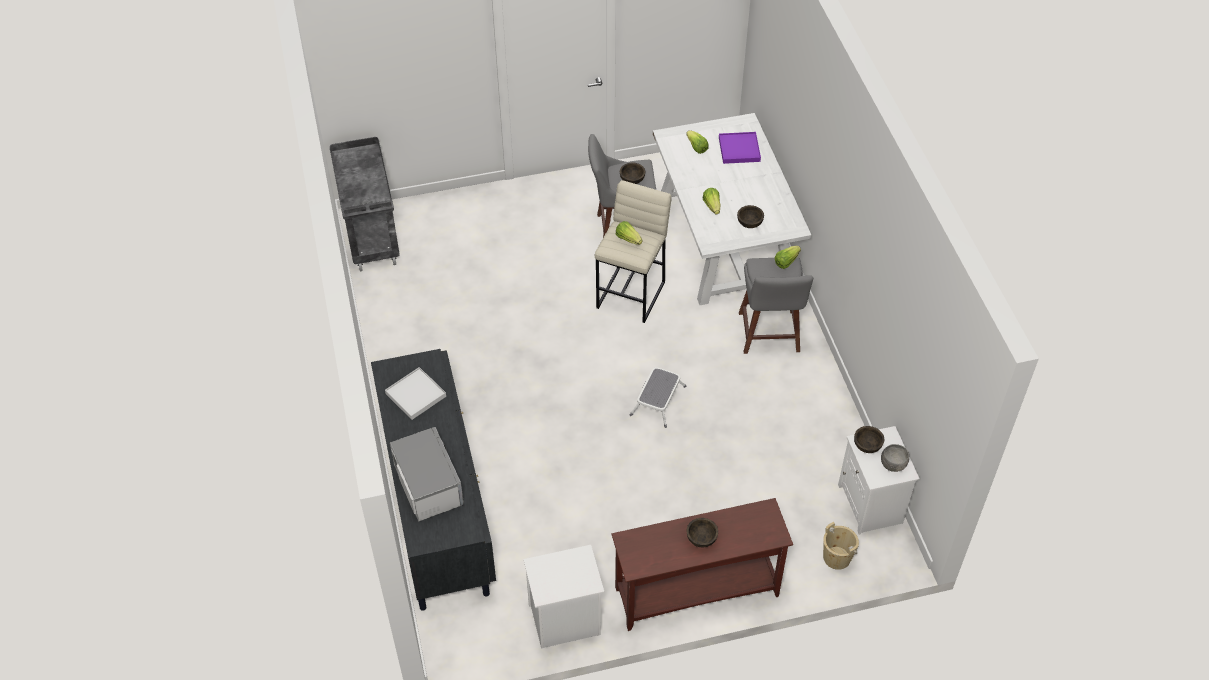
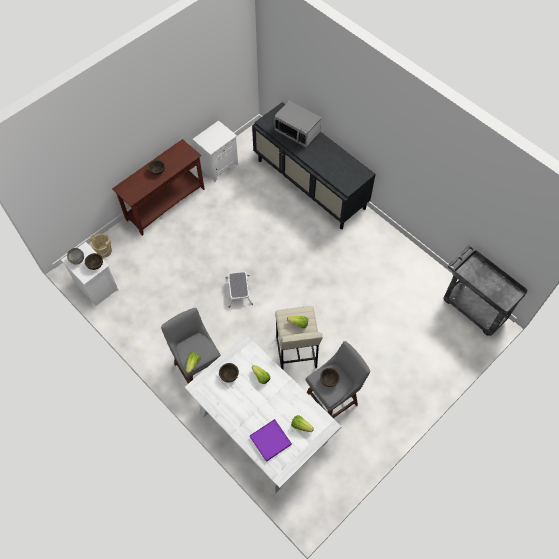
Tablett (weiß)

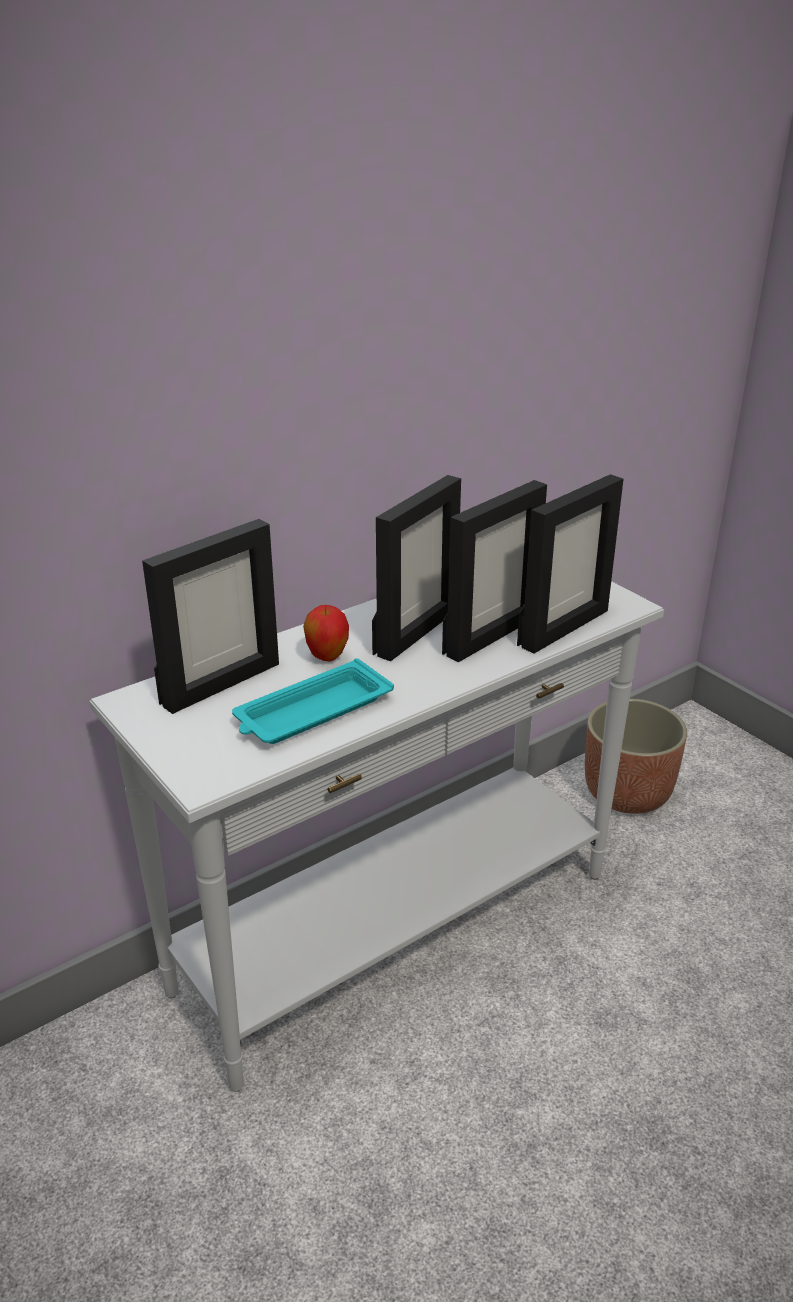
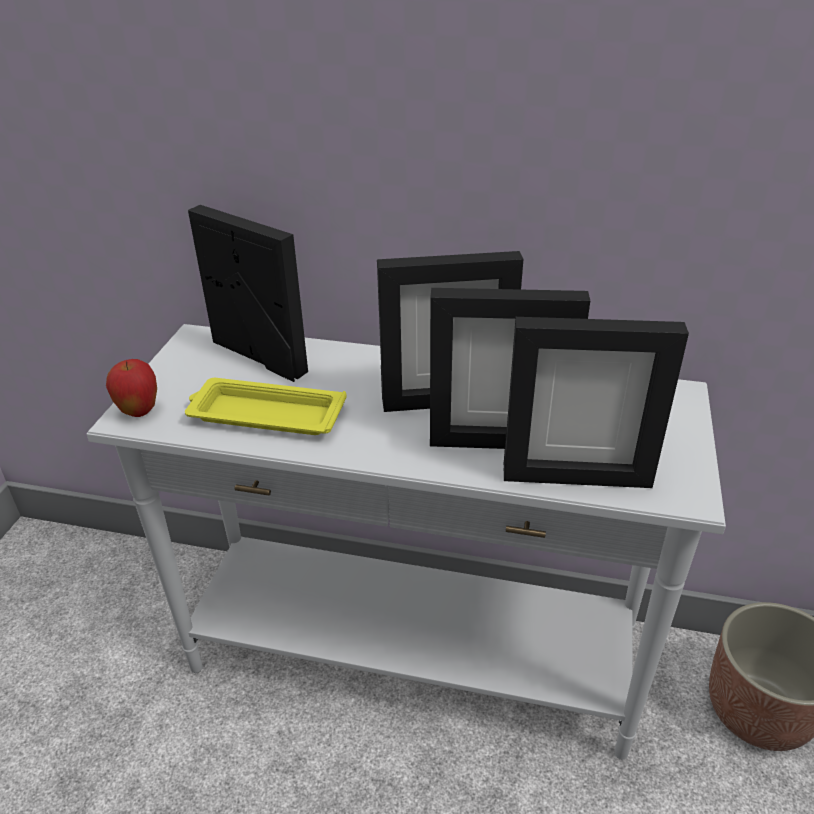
Bilderrahmen (no. 1 from left); Tablett (gelb); Apfel

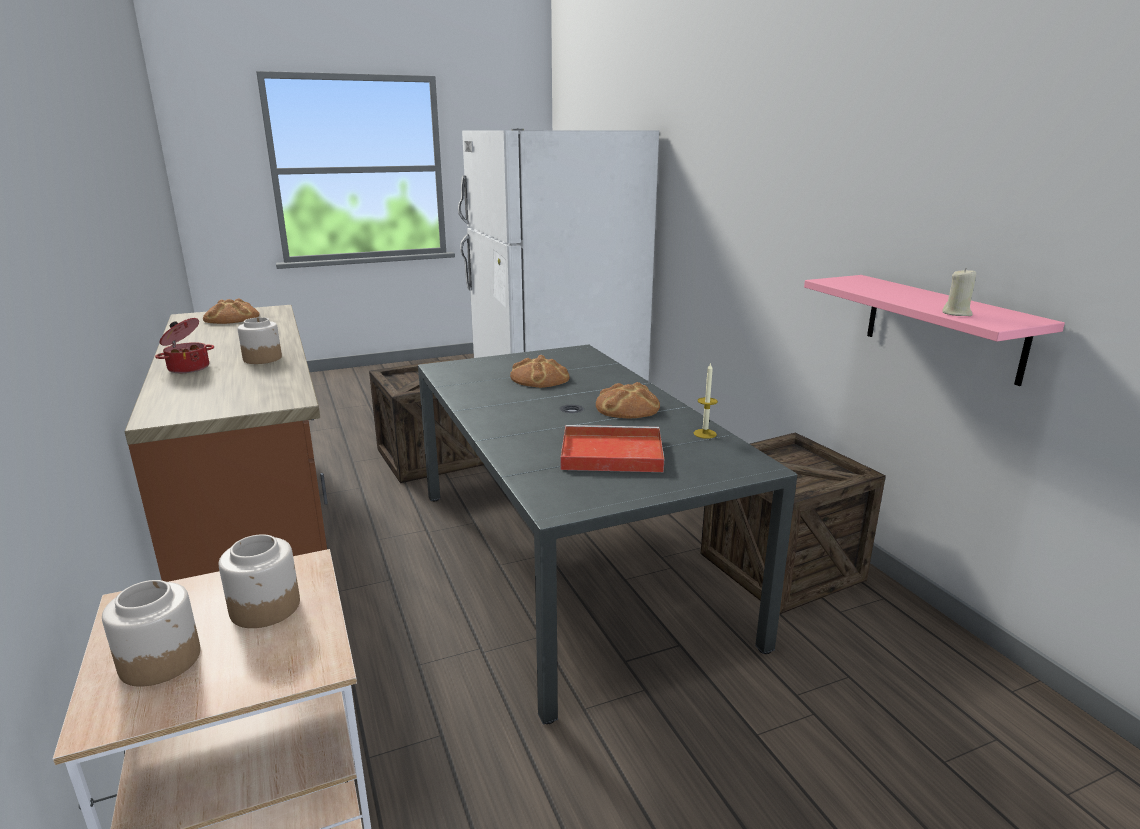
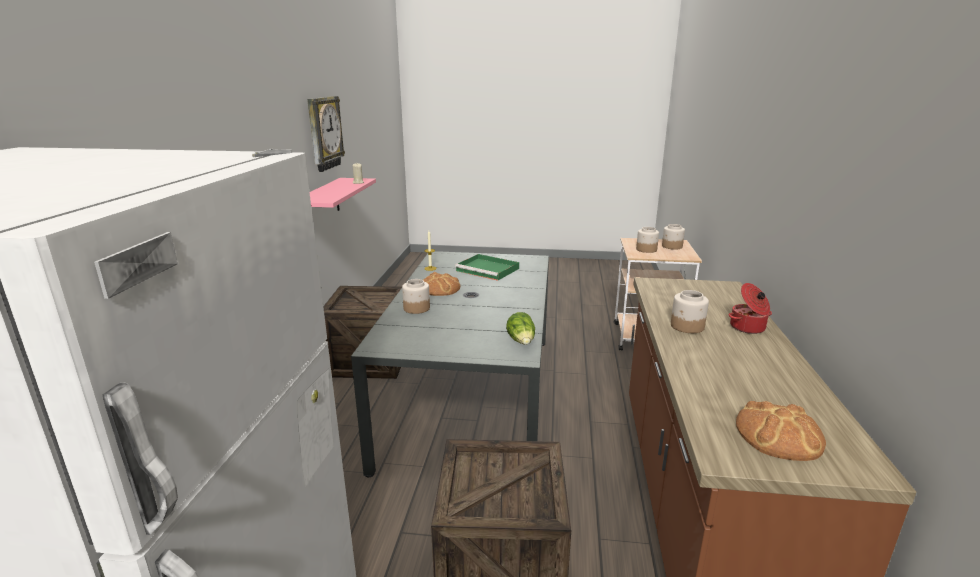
Brot (no. 2 from left in the first image); Tablett (grün); Wanduhr; Vorratsglas (no. 1 from left); Salatkopf

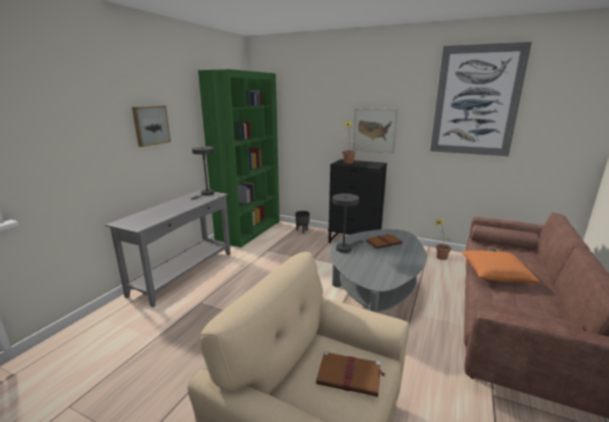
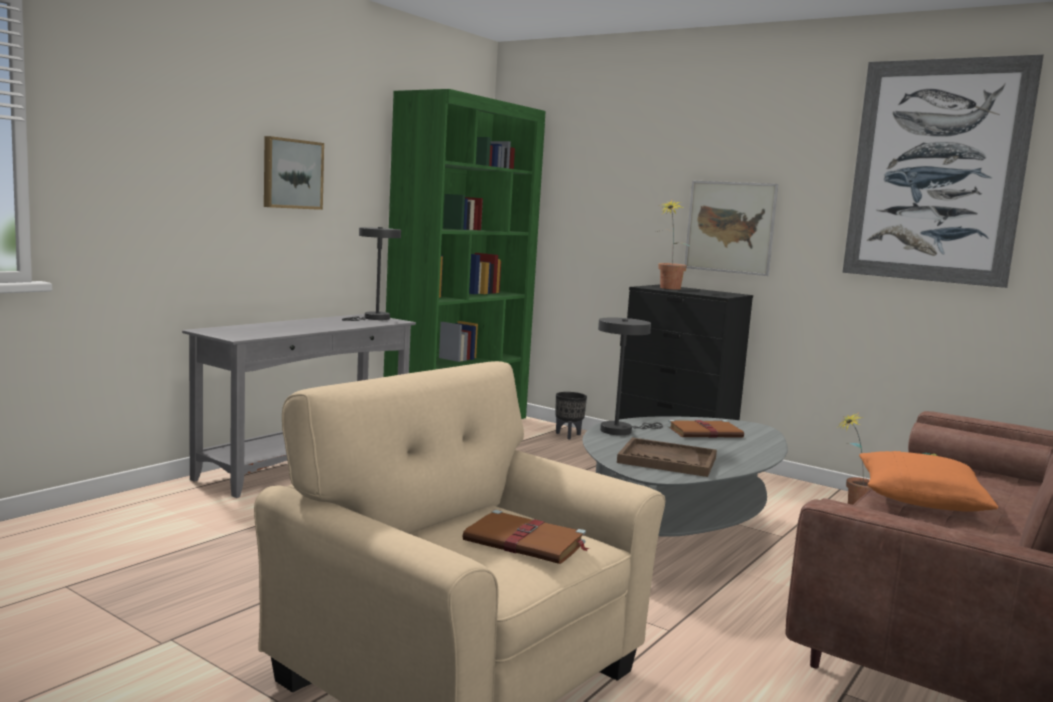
Tablett (braun)

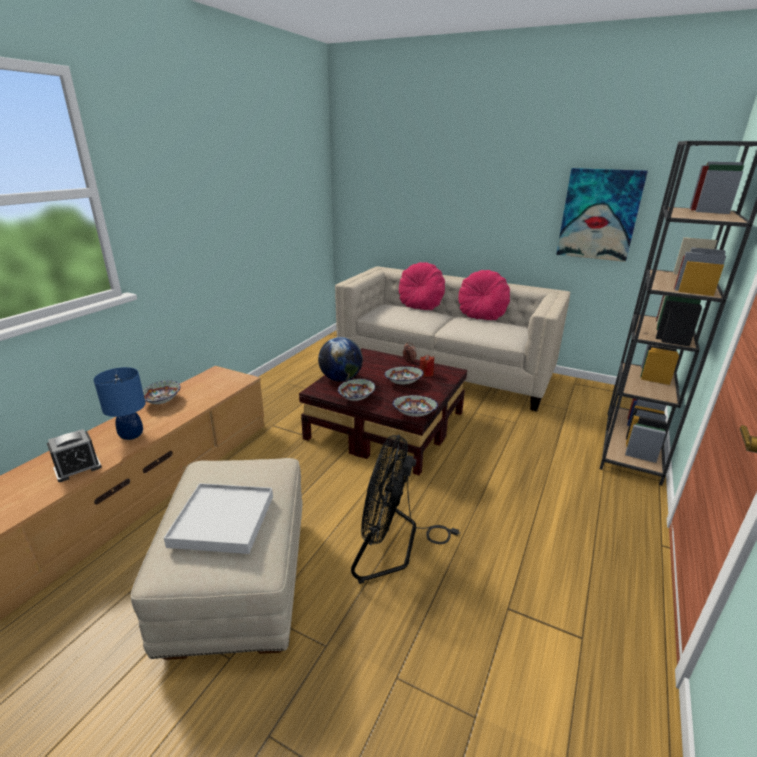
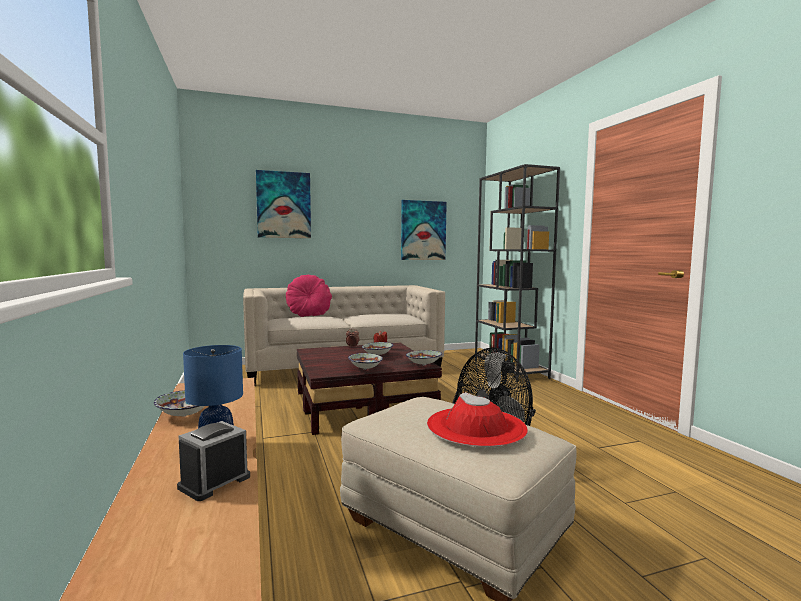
Wecker (no. 1 from left); Hut (rot); Globus; Kissen (rosa) (no. 2 from left in the first image); Bild (no. 1 from left)

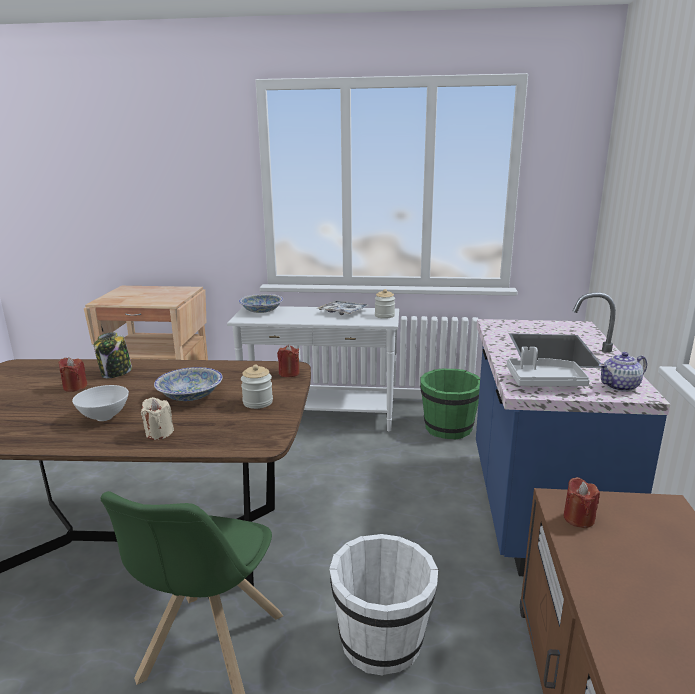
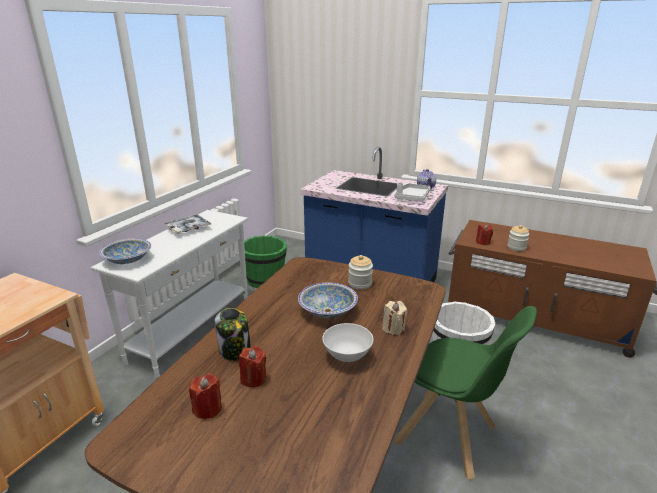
Kerze (rot) (no. 1 from left); Vorratsglas (no. 3 from left)

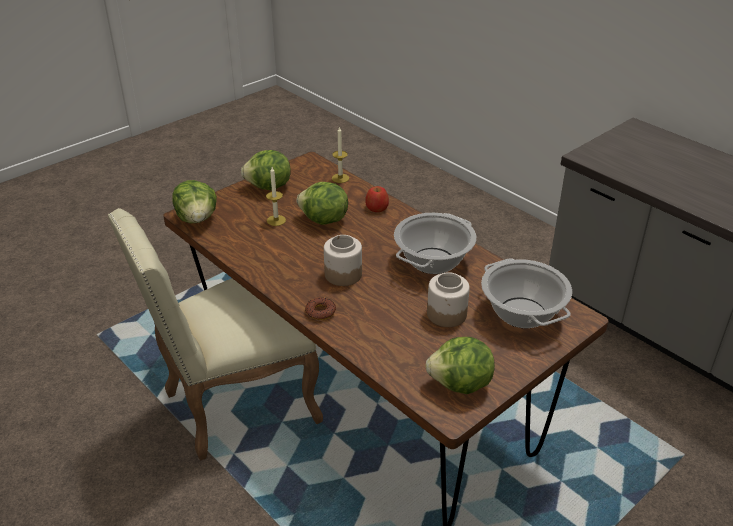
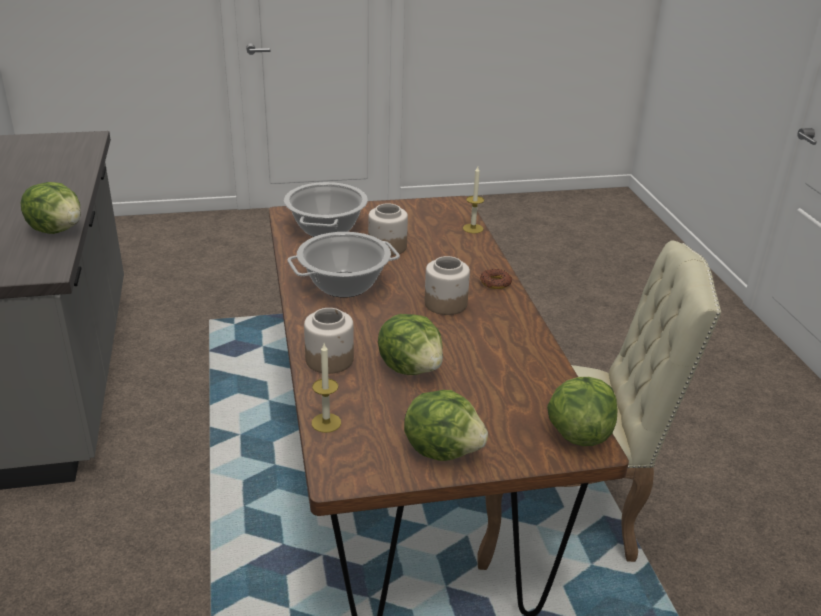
Kerze (no. 2 from left); Vorratsglas (no. 1 from left); Salatkopf (no. 1 from left)

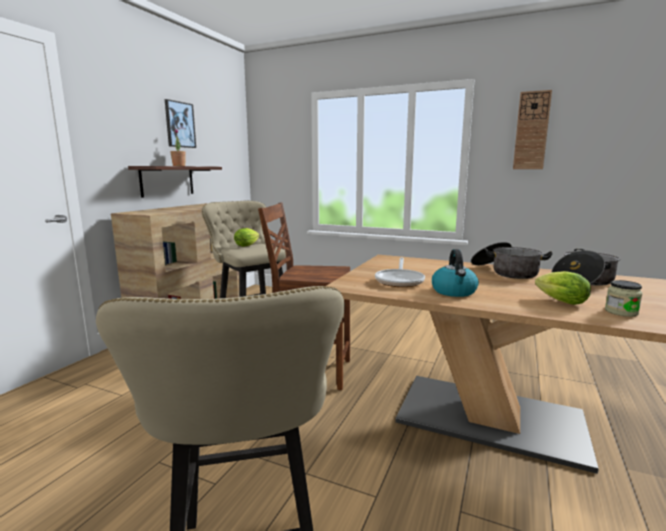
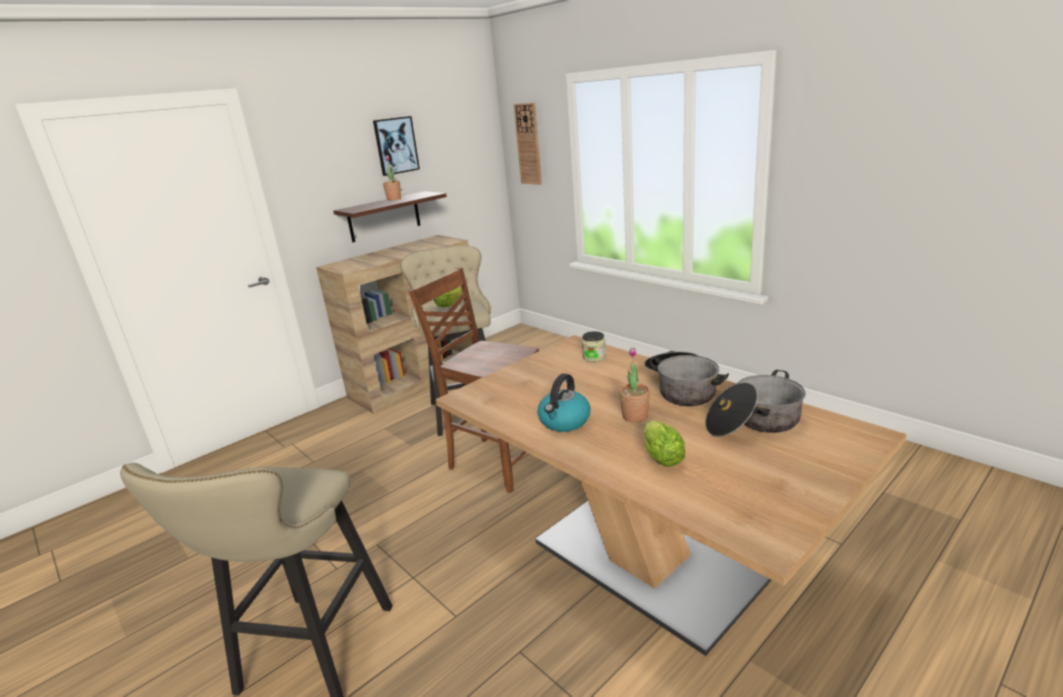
Pfanne; Wanduhr; Vorratsglas; Topfpflanze (no. 2 from left)

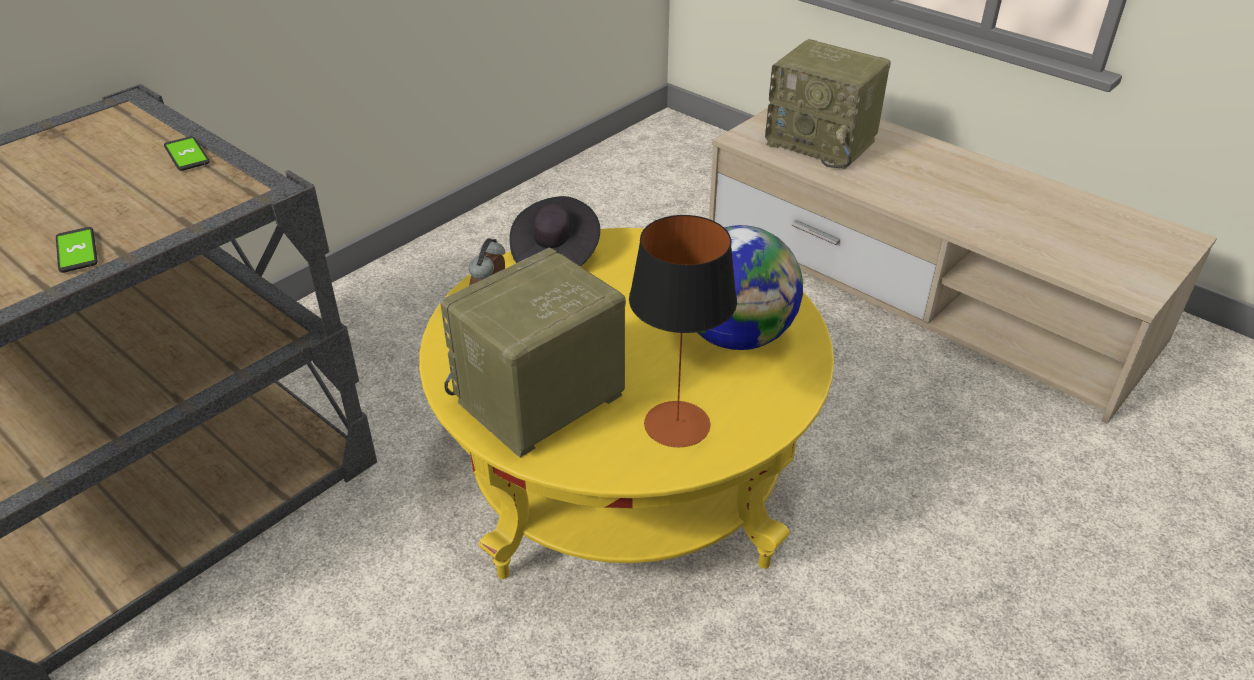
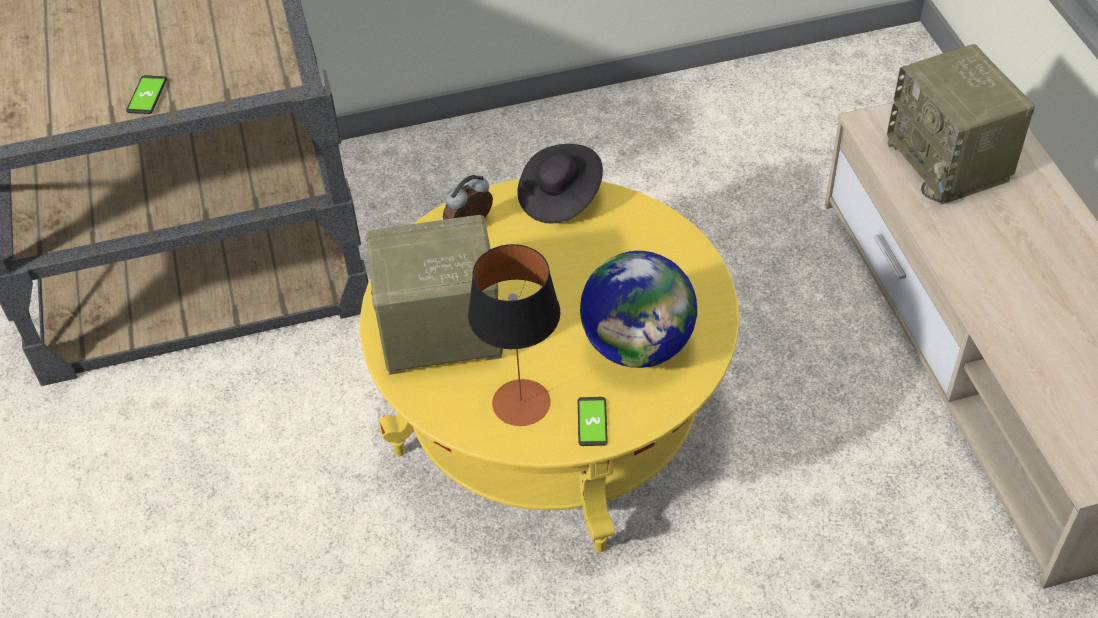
Handy (no. 2 from left)

